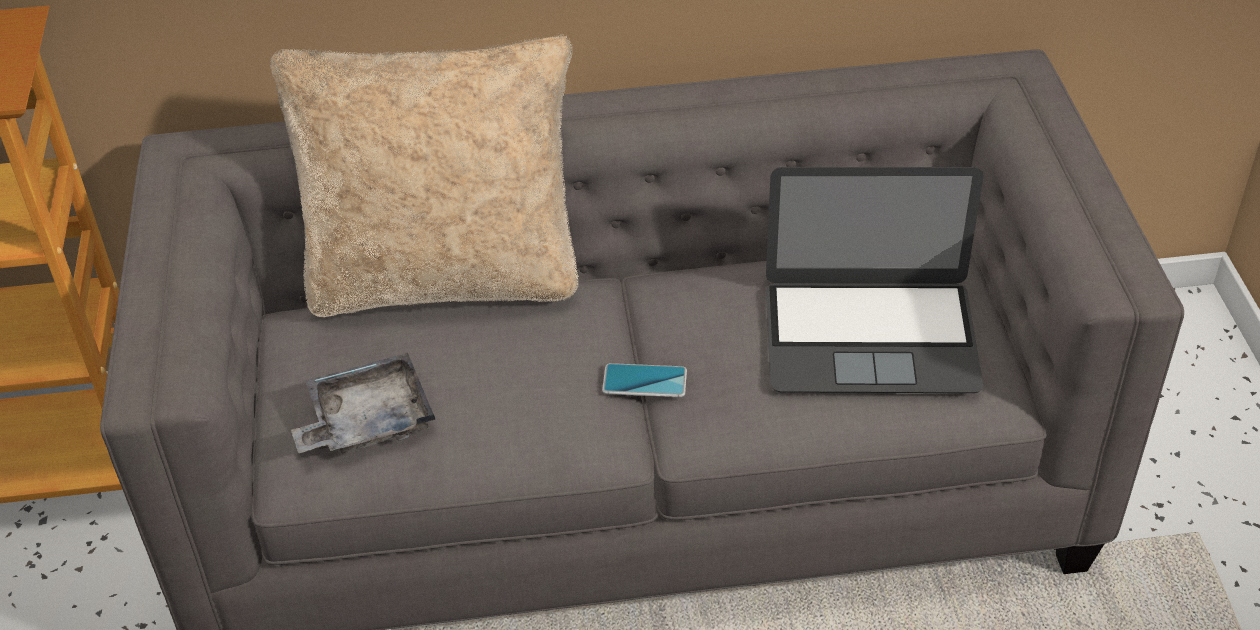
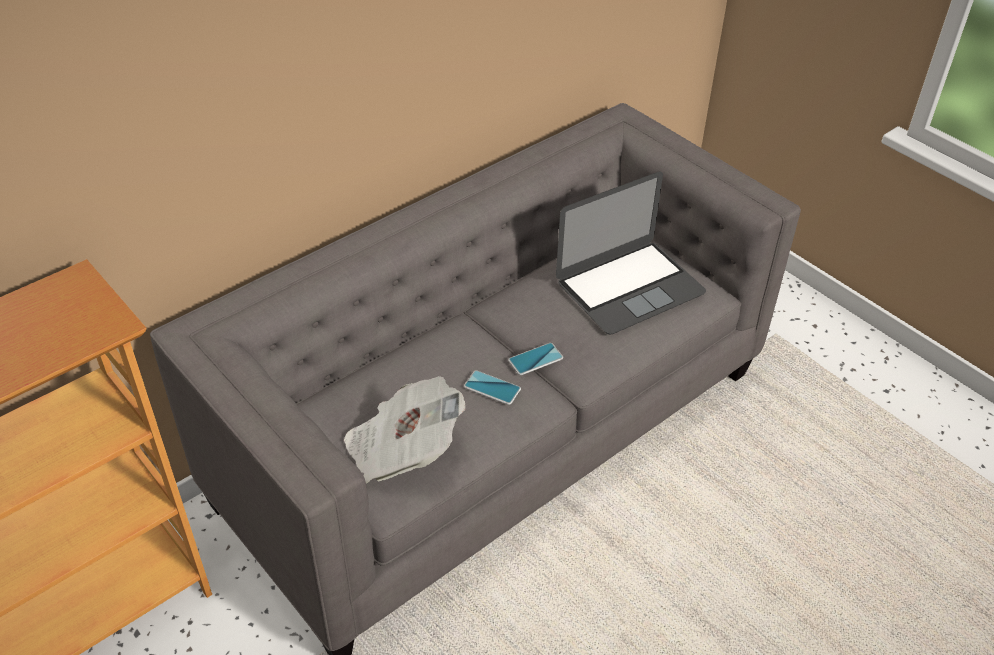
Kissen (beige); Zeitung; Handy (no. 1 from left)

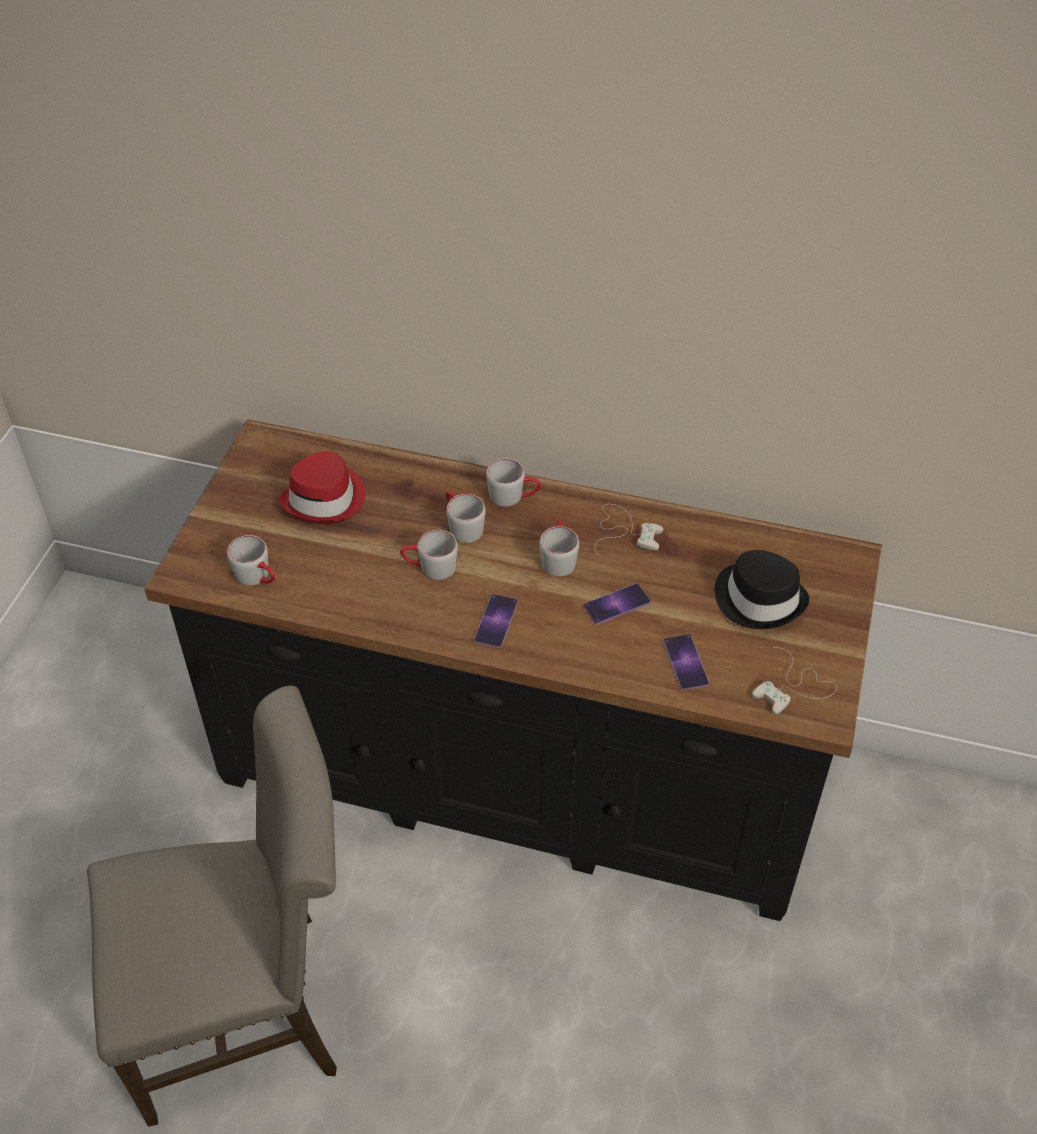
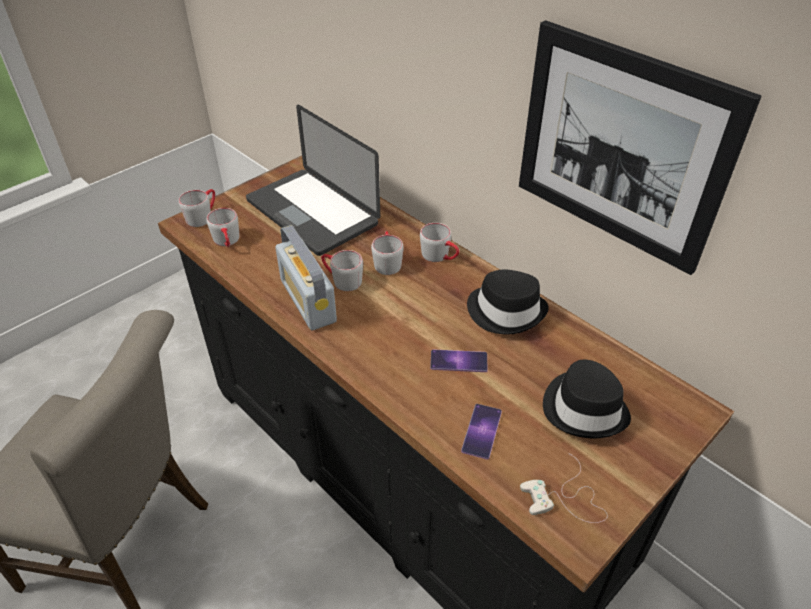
Laptop; Handy (no. 1 from left in the first image); Henkelbecher (grau) (no. 1 from left); Hut (schwarz) (no. 1 from left); Radio; Bild

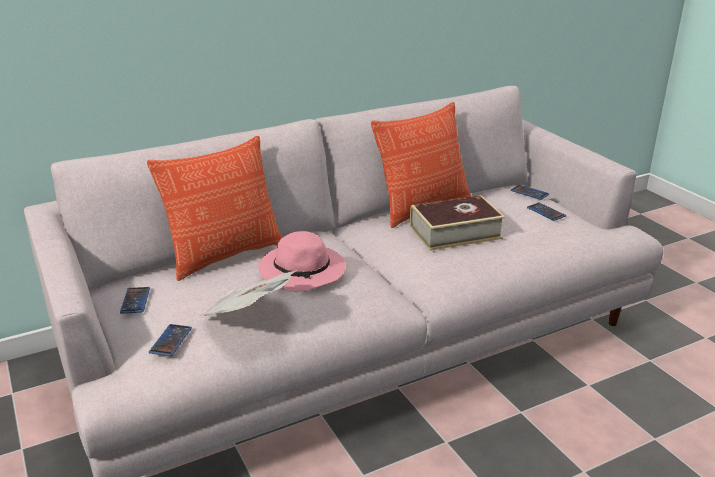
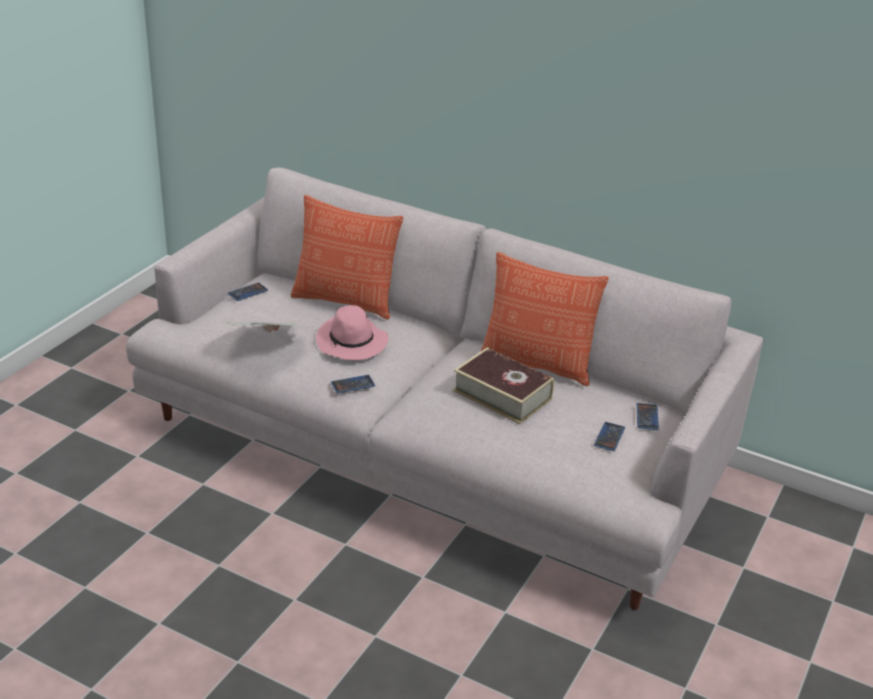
Handy (no. 2 from left)

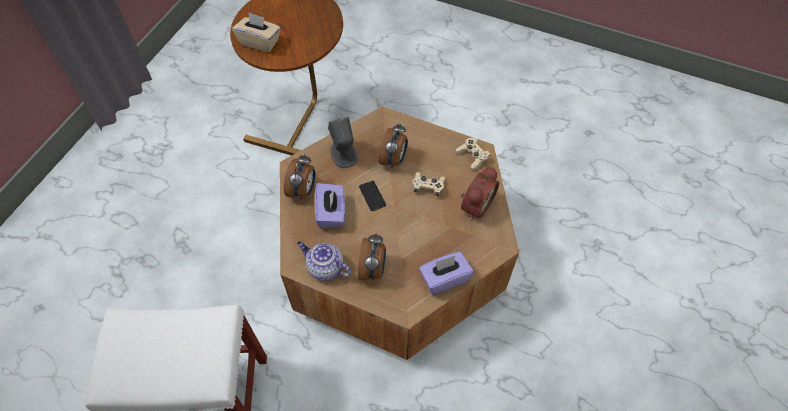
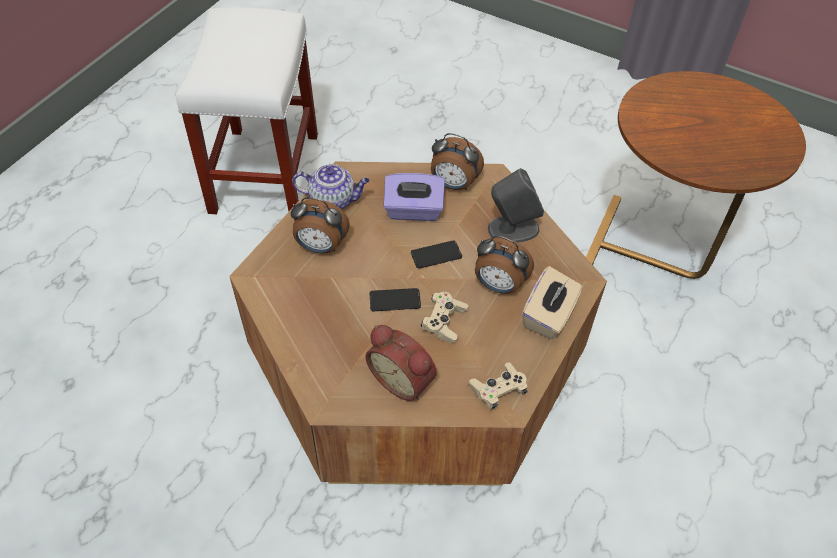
Taschentuchbox (beige); Teekanne; Taschentuchbox (lila) (no. 2 from left in the first image); Handy (no. 1 from left)

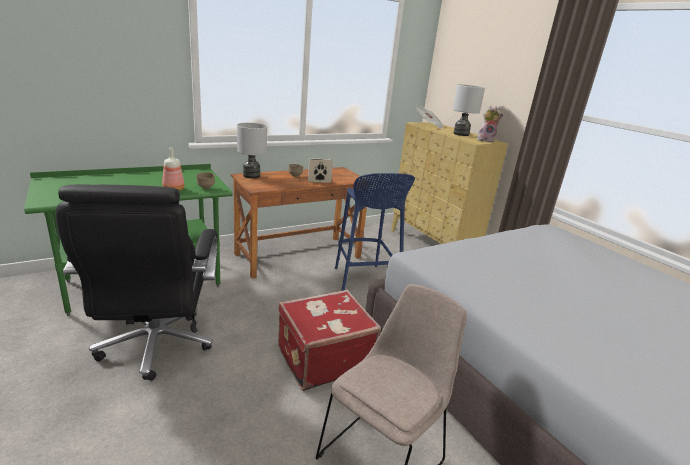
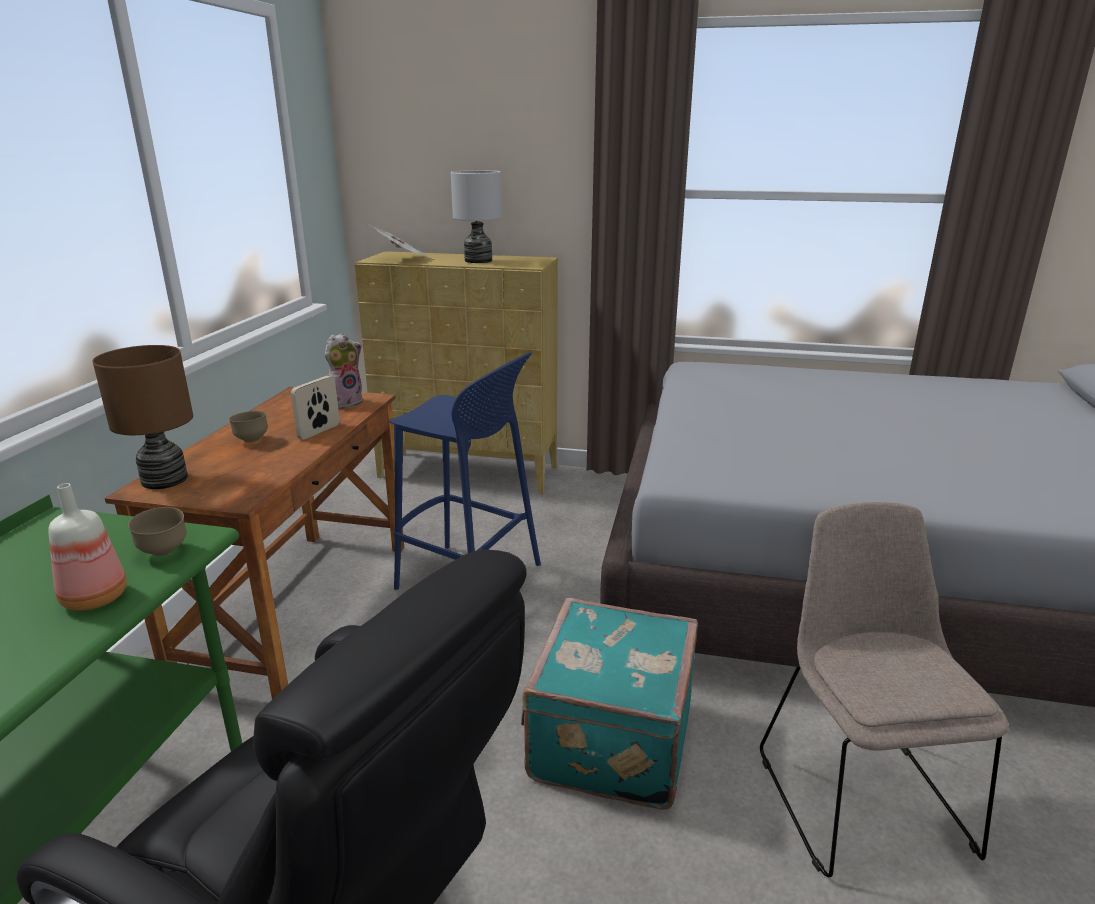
Tischlampe (braun); Koffer (türkis); Plüschtier

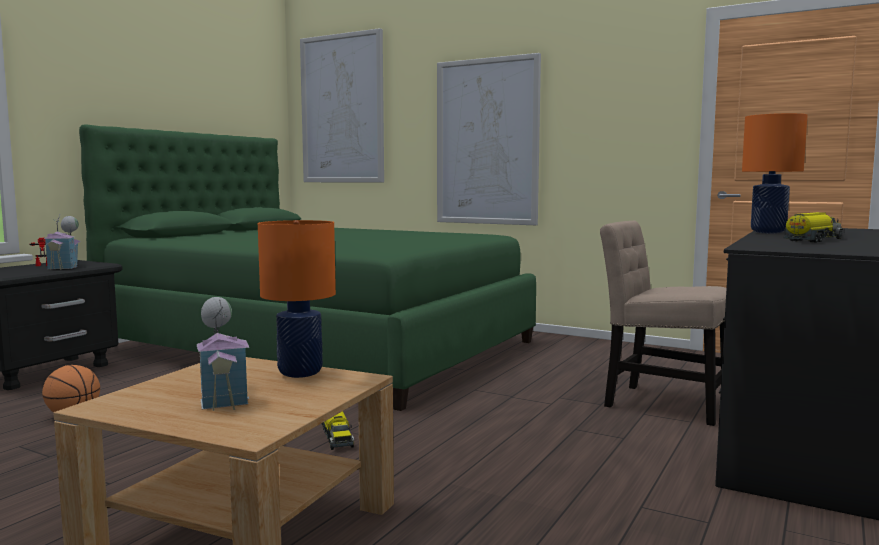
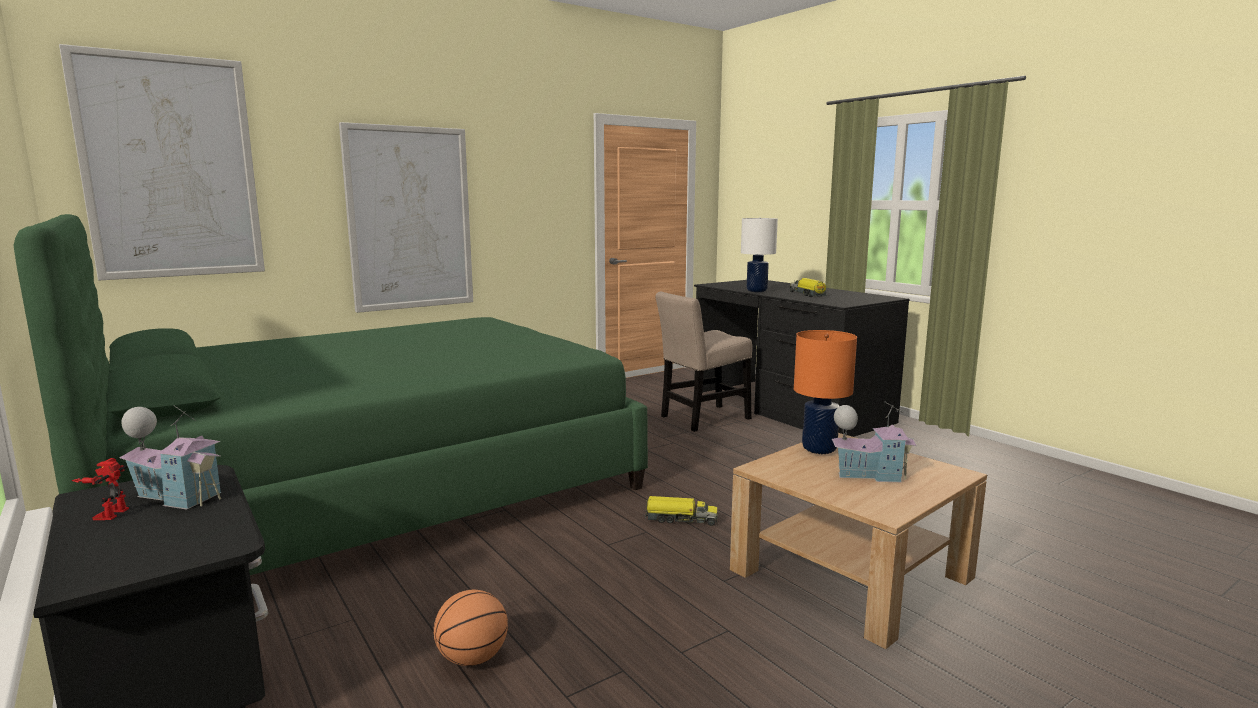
Tischlampe (weiß)

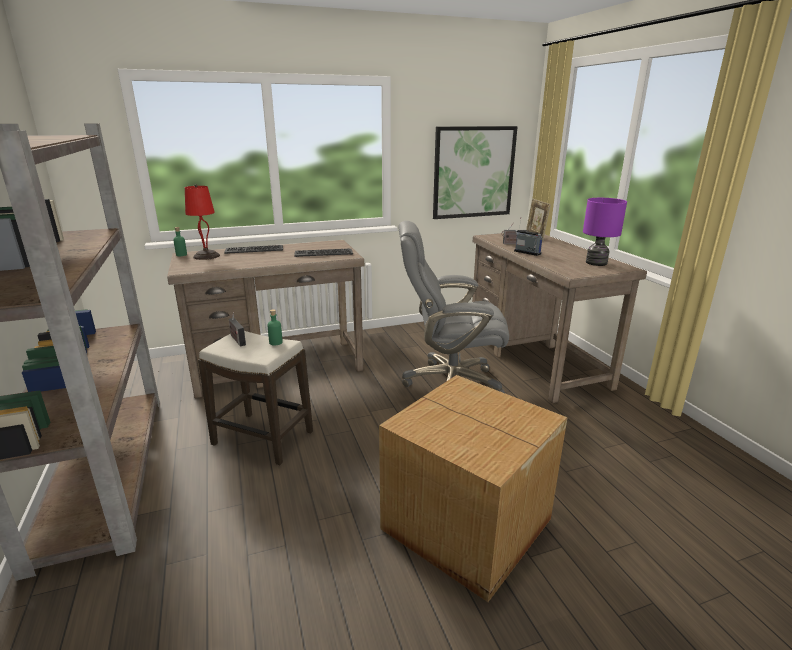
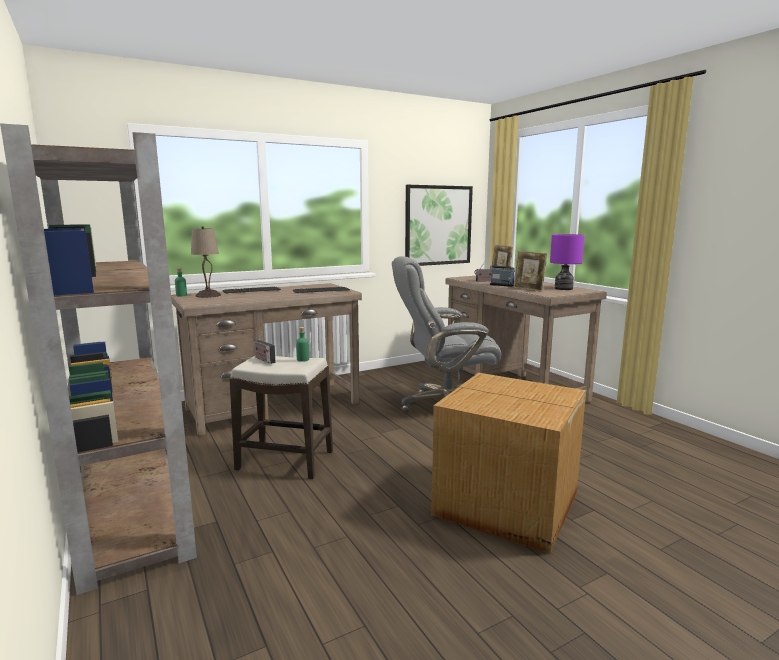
Tischlampe (beige); Bilderrahmen (no. 2 from left)

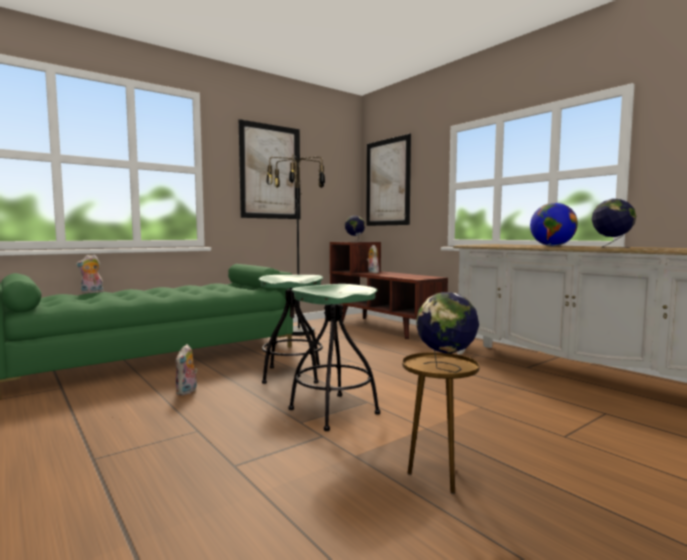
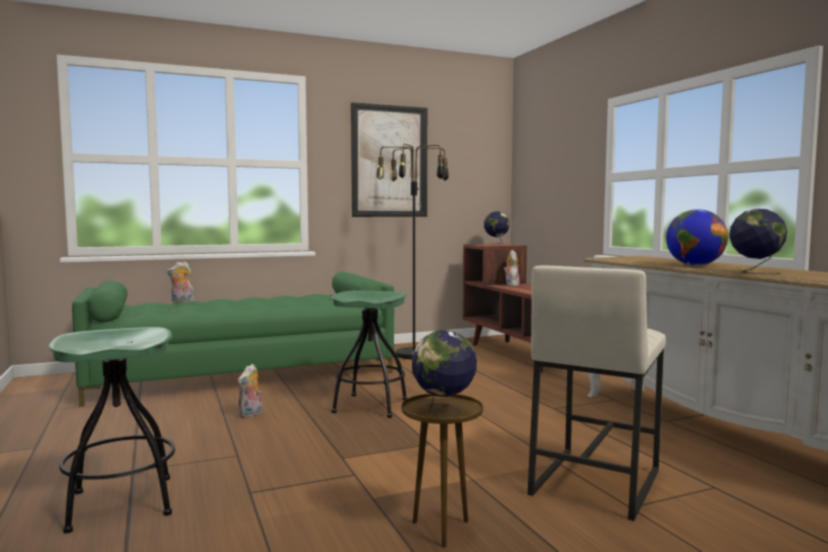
Hocker (grün) (no. 1 from left); Bild (no. 2 from left in the first image); Hocker (beige)

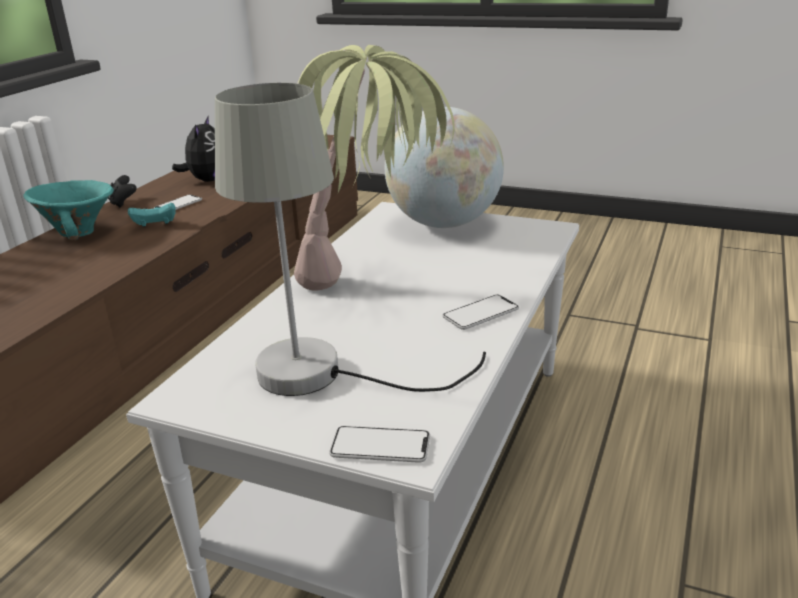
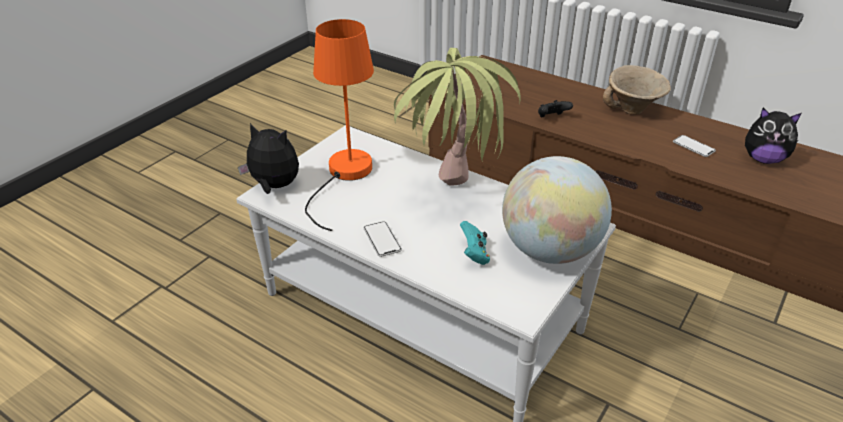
Schüssel (beige); Gamepad (schwarz); Gamepad (türkis); Tischlampe (orange); Plüschtier (no. 1 from left)

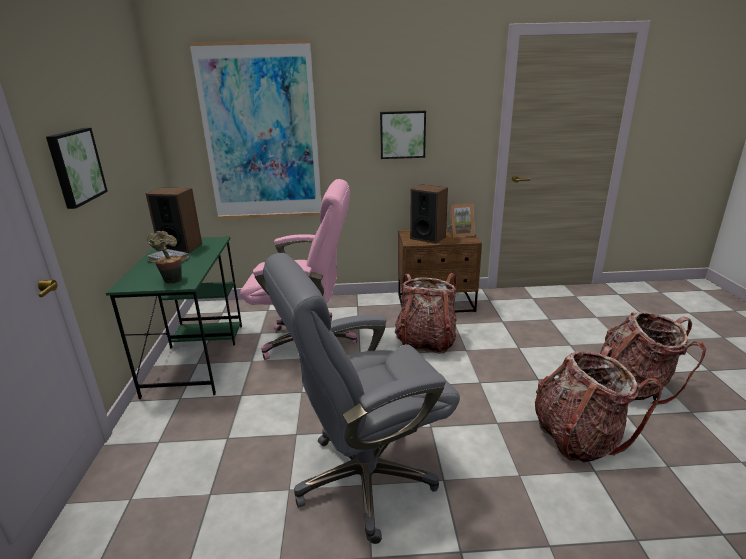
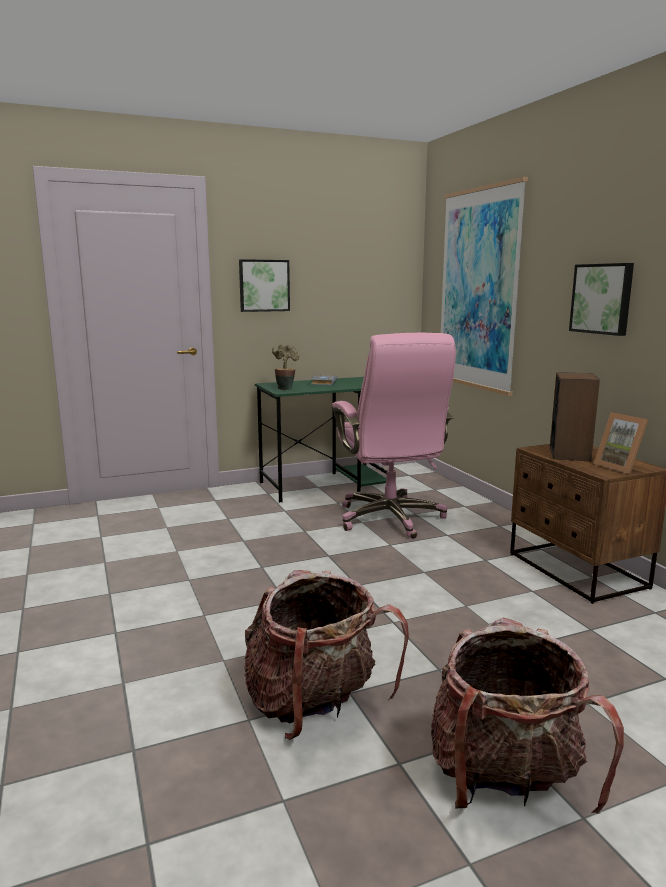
Lautsprecher (no. 1 from left in the first image); Bürostuhl (grau); Rucksack (no. 1 from left in the first image)

